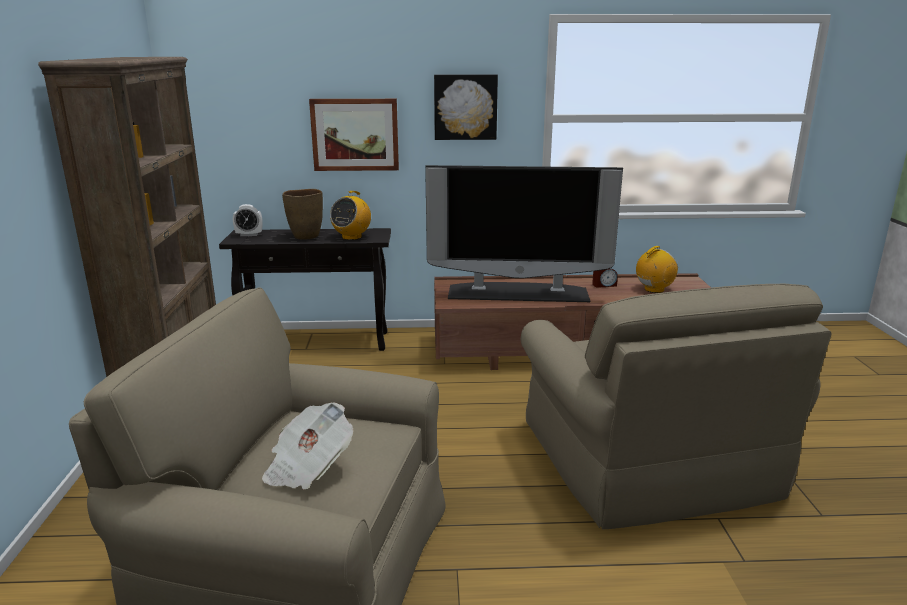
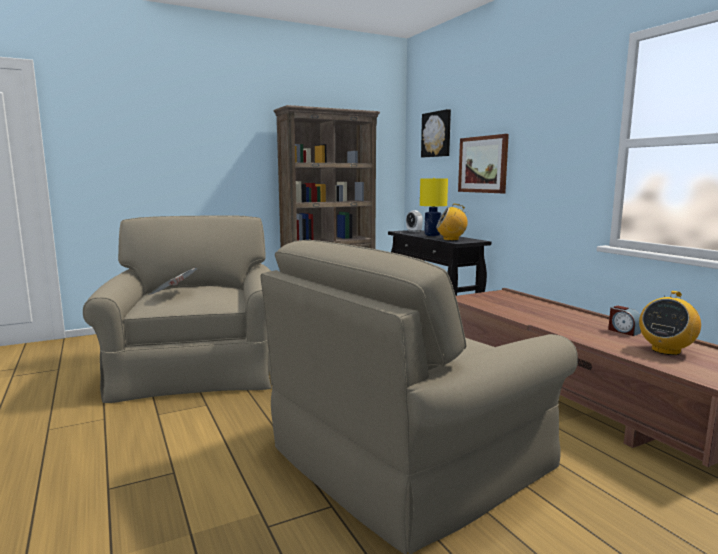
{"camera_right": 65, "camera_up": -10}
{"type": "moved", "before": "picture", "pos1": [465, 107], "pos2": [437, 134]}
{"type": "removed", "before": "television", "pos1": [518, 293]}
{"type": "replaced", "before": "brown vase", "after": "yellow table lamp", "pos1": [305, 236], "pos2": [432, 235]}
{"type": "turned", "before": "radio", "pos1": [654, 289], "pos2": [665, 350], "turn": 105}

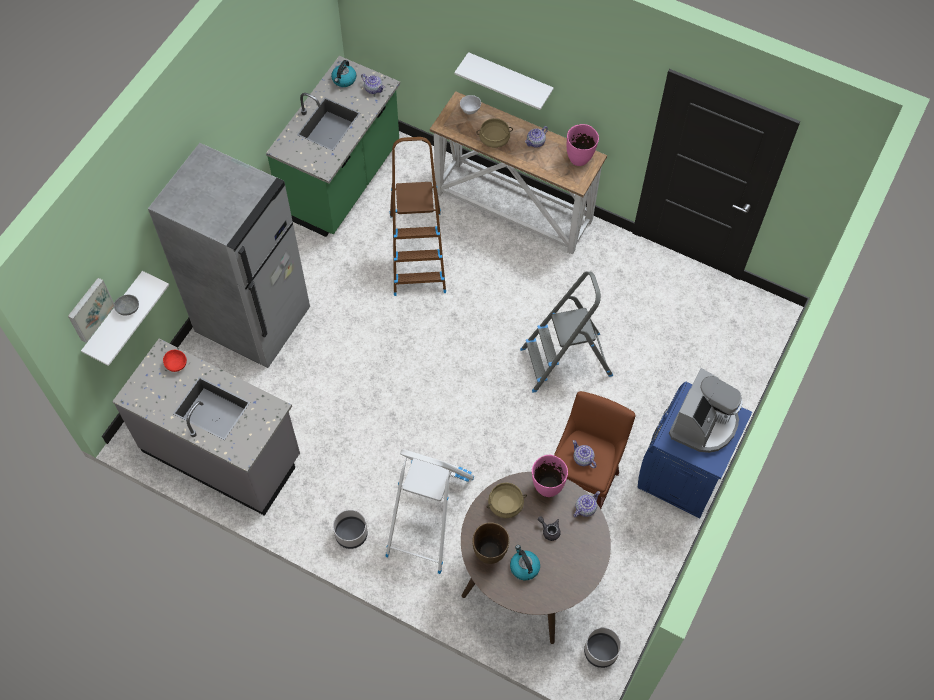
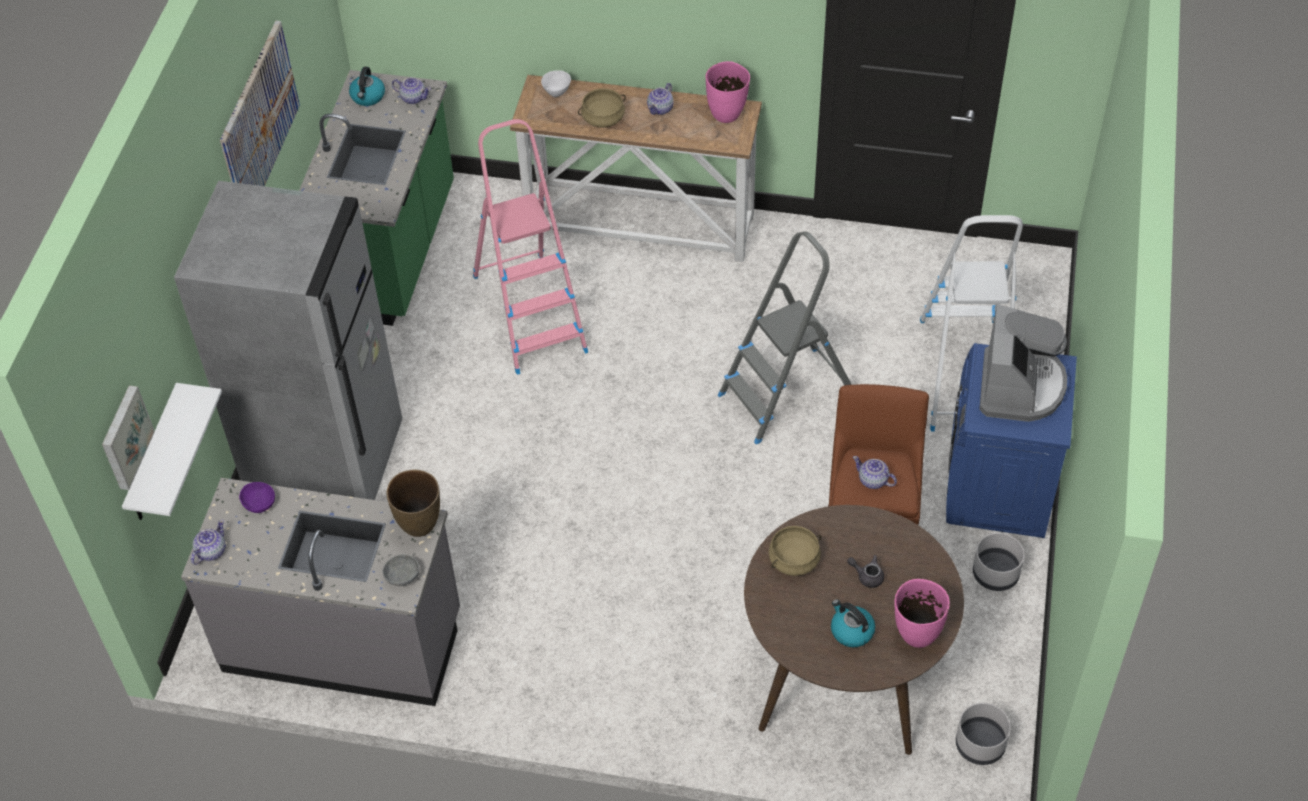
{"camera_right": -15, "camera_up": -10}
{"type": "removed", "before": "white shelf", "pos1": [510, 79]}
{"type": "recoloured", "before": "brown step ladder", "after": "pink step ladder", "pos1": [417, 253], "pos2": [530, 313]}
{"type": "moved", "before": "grey bowl", "pos1": [128, 308], "pos2": [402, 576]}
{"type": "recoloured", "before": "red bowl", "after": "purple bowl", "pos1": [176, 364], "pos2": [259, 503]}
{"type": "moved", "before": "white step ladder", "pos1": [430, 514], "pos2": [963, 372]}
{"type": "moved", "before": "pink vase", "pos1": [547, 487], "pos2": [916, 634]}
{"type": "moved", "before": "teapot", "pos1": [585, 508], "pos2": [210, 551]}
{"type": "moved", "before": "grey planter", "pos1": [351, 534], "pos2": [996, 574]}
{"type": "moved", "before": "brown vase", "pos1": [490, 554], "pos2": [420, 525]}
{"type": "added", "after": "picture", "pos2": [259, 121]}

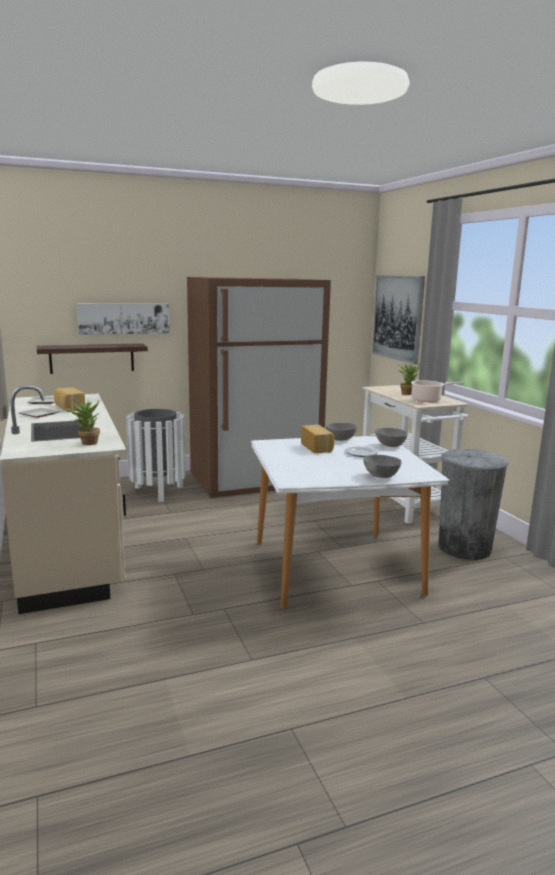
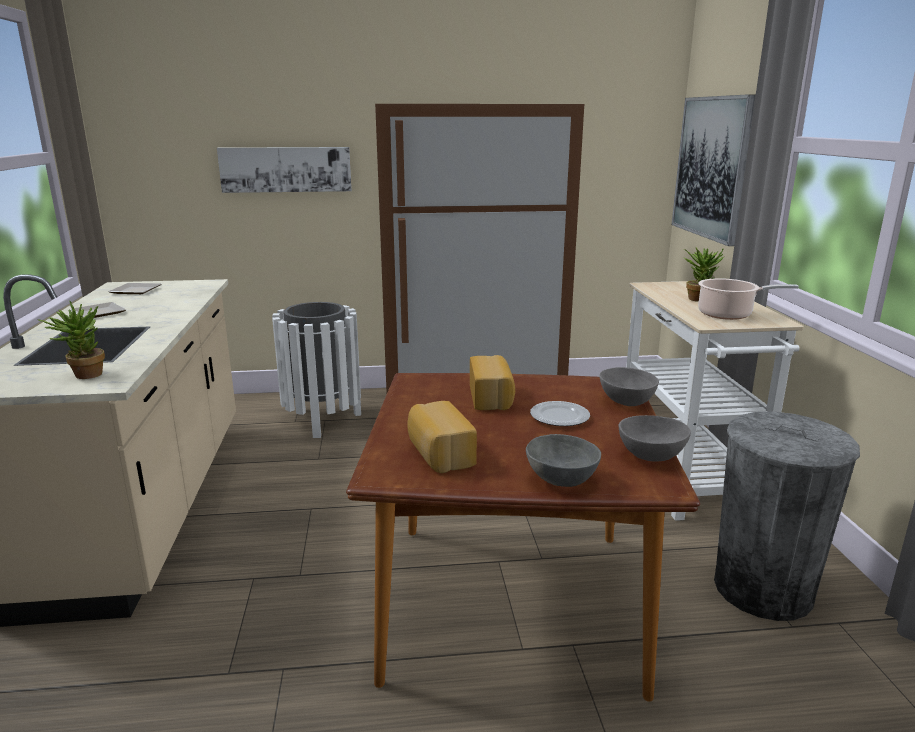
{"camera_right": 15, "camera_up": 5}
{"type": "removed", "before": "shelf", "pos1": [92, 358]}
{"type": "moved", "before": "bread", "pos1": [69, 408], "pos2": [439, 454]}
{"type": "moved", "before": "grey bowl", "pos1": [341, 439], "pos2": [652, 456]}
{"type": "recoloured", "before": "white dining table", "after": "brown dining table", "pos1": [336, 568], "pos2": [512, 603]}

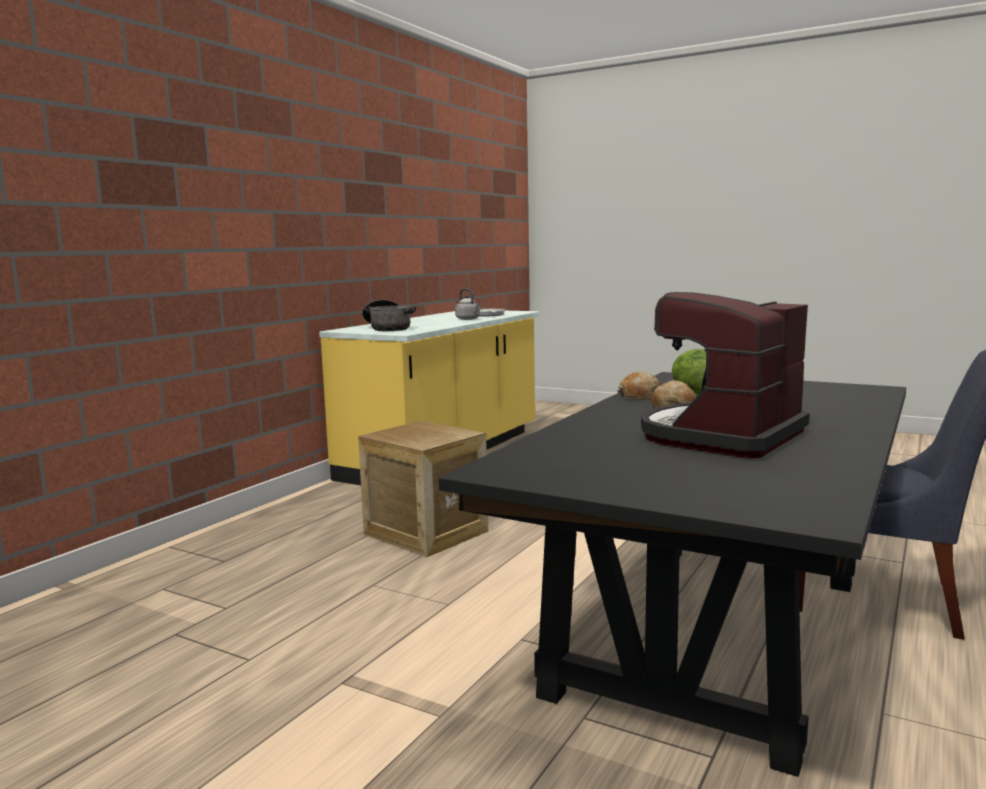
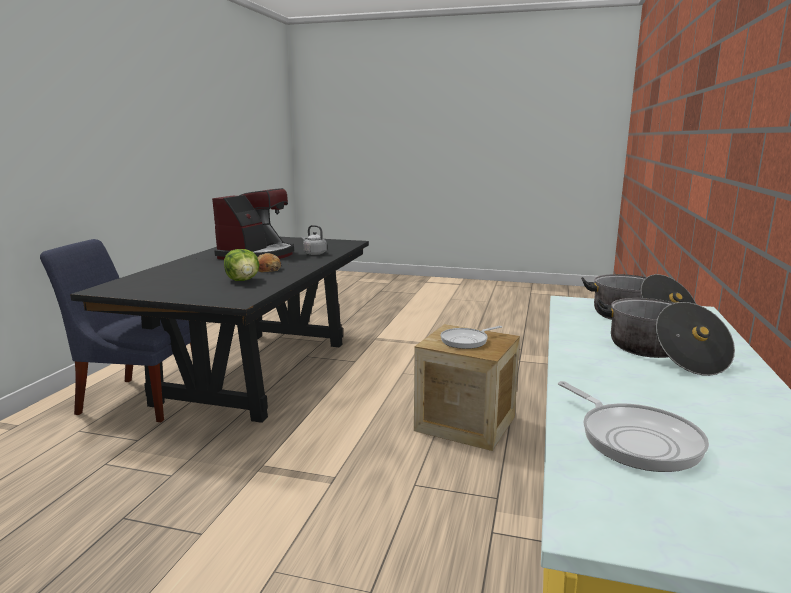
{"camera_right": 165, "camera_up": 5}
{"type": "moved", "before": "grey kettle", "pos1": [468, 319], "pos2": [314, 253]}
{"type": "removed", "before": "bread", "pos1": [640, 396]}
{"type": "added", "after": "cooking pot", "pos2": [661, 353]}
{"type": "added", "after": "frying pan", "pos2": [466, 341]}

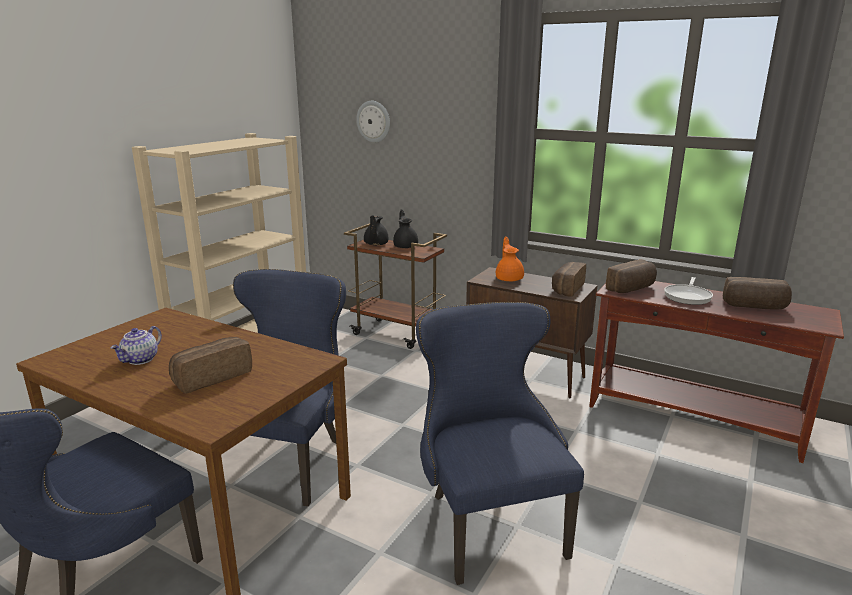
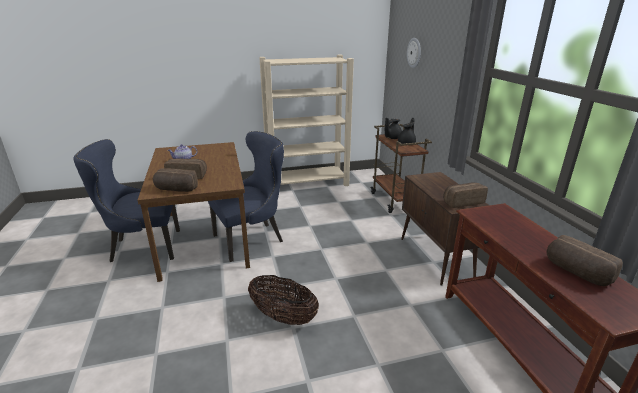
{"camera_right": 45, "camera_up": 5}
{"type": "removed", "before": "orange teapot", "pos1": [509, 278]}
{"type": "moved", "before": "bread", "pos1": [632, 289], "pos2": [175, 189]}
{"type": "removed", "before": "frying pan", "pos1": [688, 296]}
{"type": "replaced", "before": "blue chair", "after": "basket", "pos1": [489, 523], "pos2": [283, 317]}

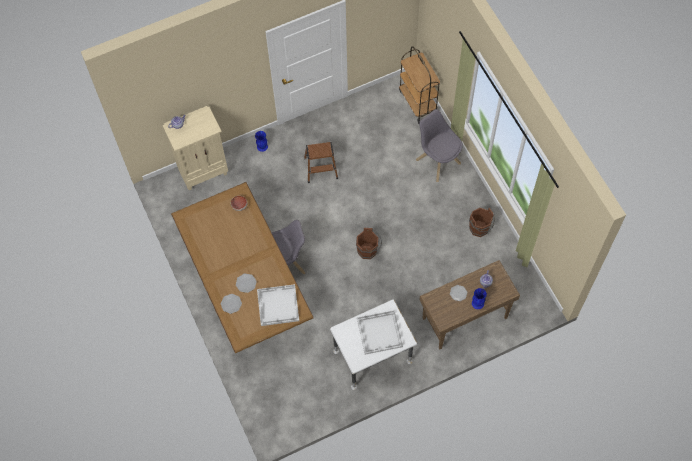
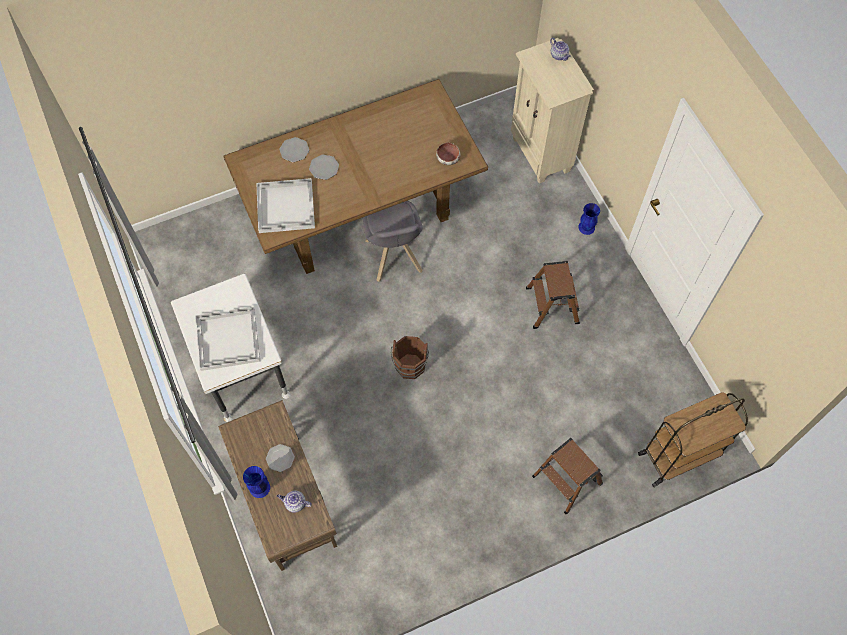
{"camera_right": 90, "camera_up": 0}
{"type": "replaced", "before": "grey chair", "after": "brown step ladder", "pos1": [437, 161], "pos2": [567, 480]}
{"type": "removed", "before": "brown bucket", "pos1": [479, 229]}

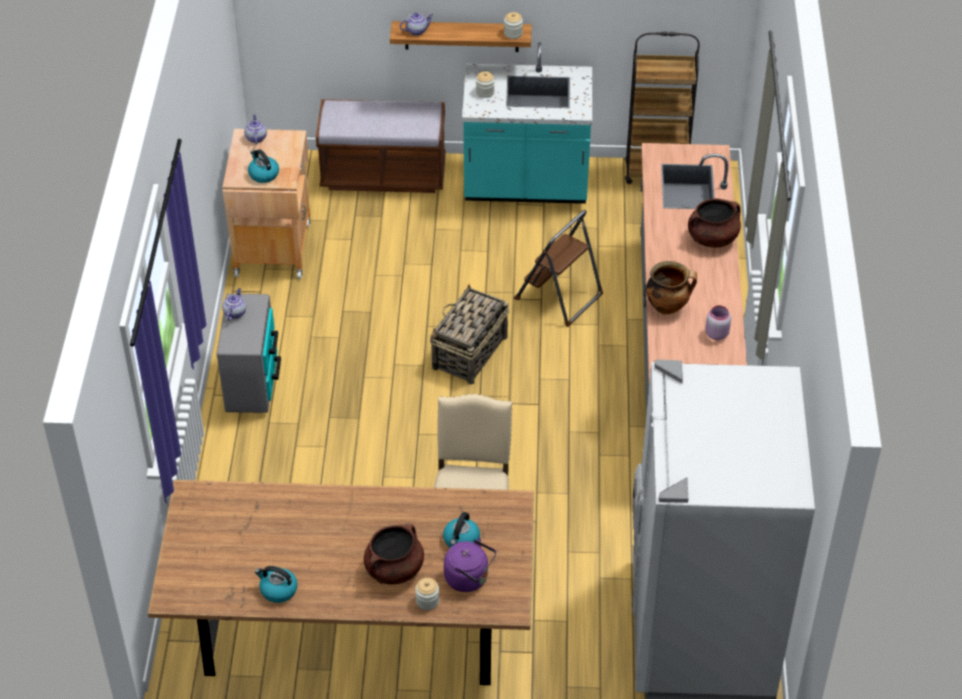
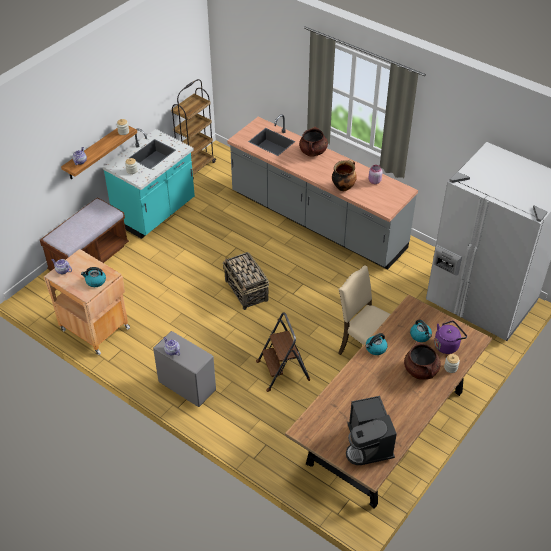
{"camera_right": -55, "camera_up": 0}
{"type": "moved", "before": "brown step ladder", "pos1": [561, 297], "pos2": [285, 370]}
{"type": "moved", "before": "kettle", "pos1": [278, 590], "pos2": [375, 348]}
{"type": "added", "after": "coffee machine", "pos2": [368, 444]}

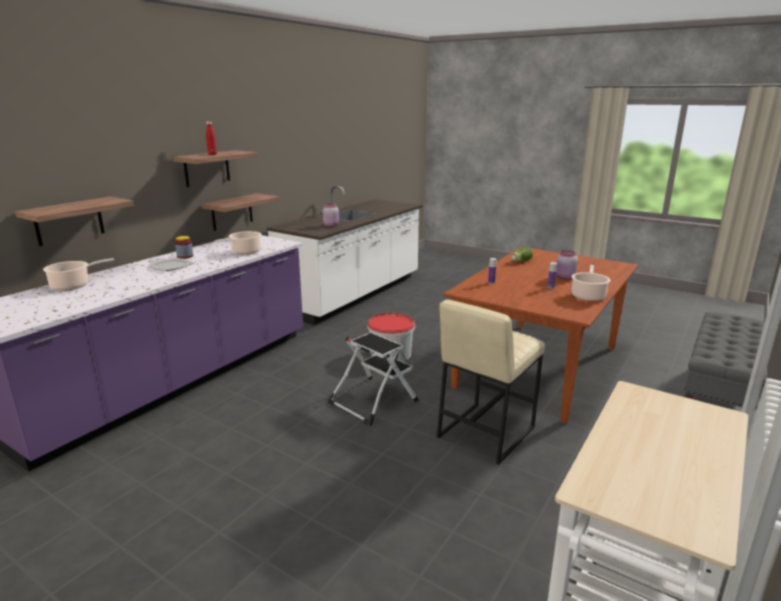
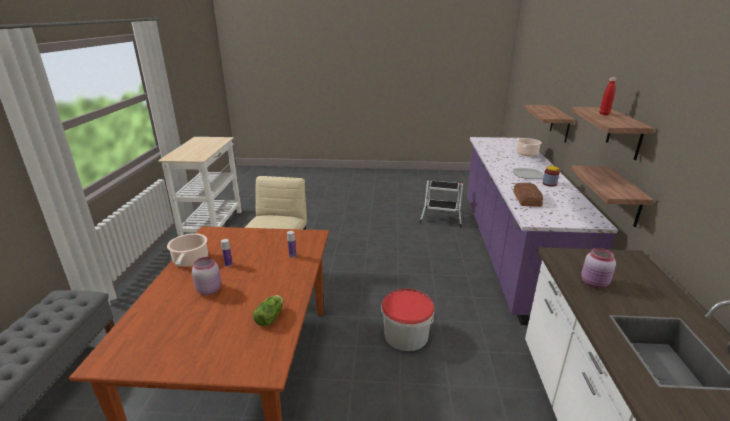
{"camera_right": 150, "camera_up": 5}
{"type": "replaced", "before": "cooking pot", "after": "bread", "pos1": [244, 252], "pos2": [527, 199]}
{"type": "moved", "before": "step ladder", "pos1": [373, 400], "pos2": [441, 217]}

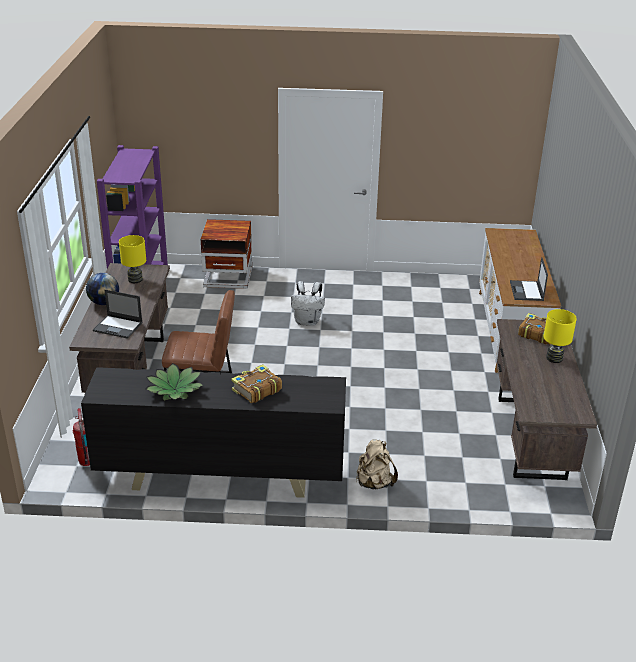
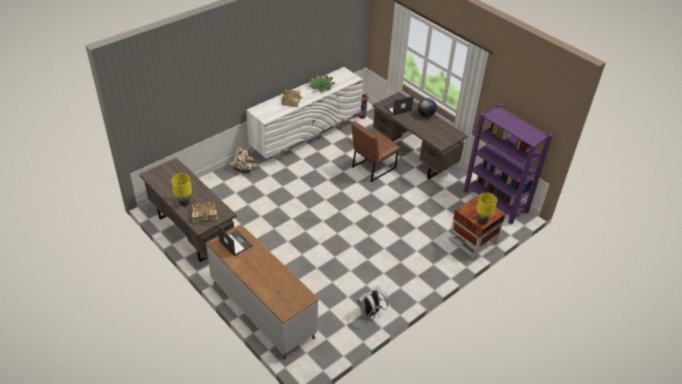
{"camera_right": 135, "camera_up": 10}
{"type": "moved", "before": "yellow table lamp", "pos1": [135, 280], "pos2": [482, 221]}
{"type": "moved", "before": "white backpack", "pos1": [308, 321], "pos2": [370, 313]}
{"type": "recoloured", "before": "black cabinet", "after": "white cabinet", "pos1": [220, 477], "pos2": [306, 137]}

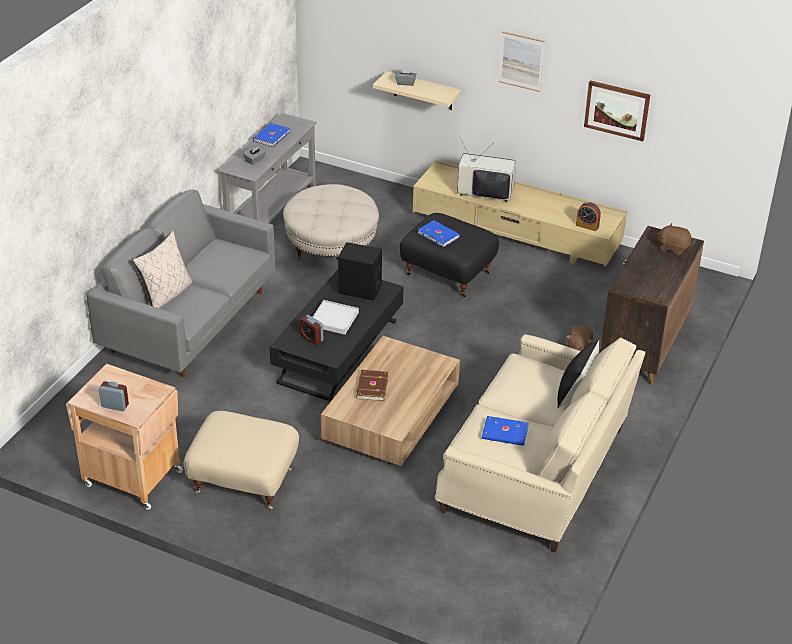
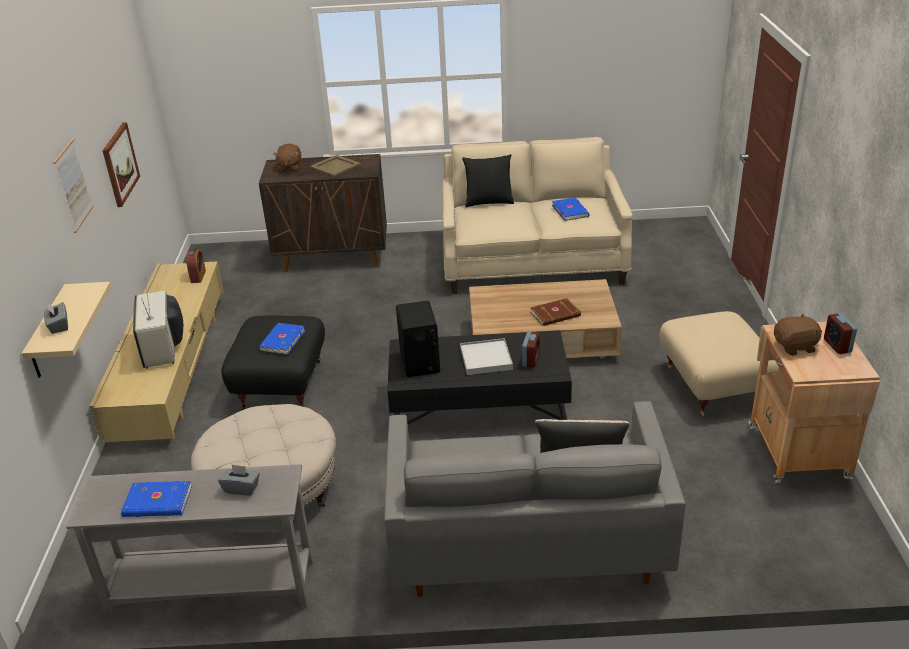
{"camera_right": -115, "camera_up": -5}
{"type": "moved", "before": "brown plush toy", "pos1": [578, 348], "pos2": [795, 347]}
{"type": "added", "after": "beige tray", "pos2": [336, 166]}

